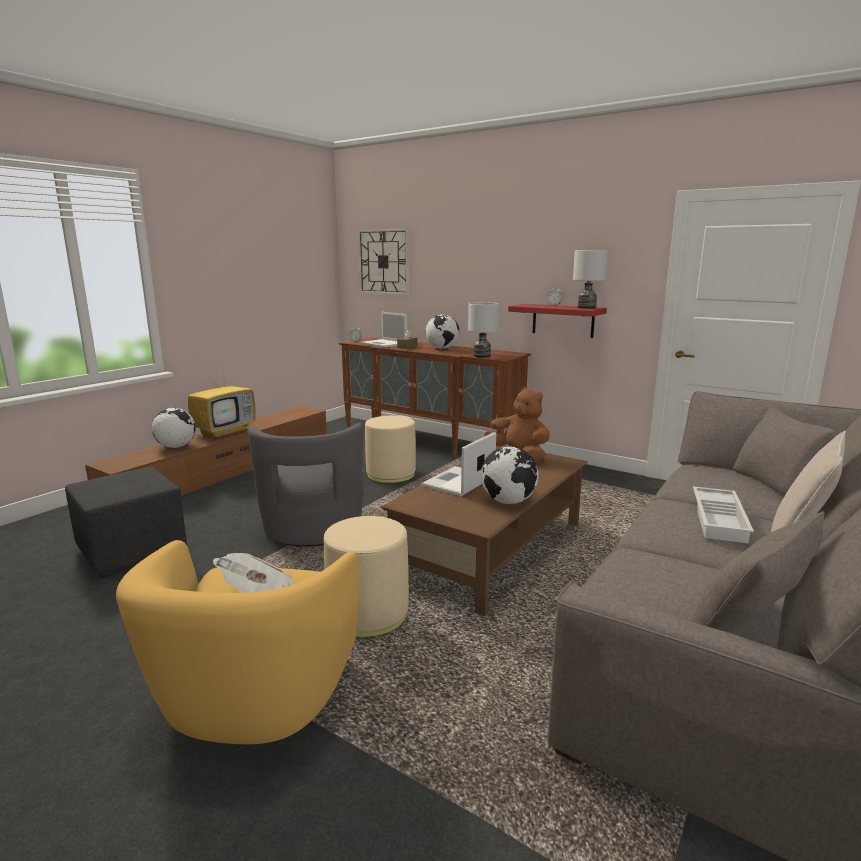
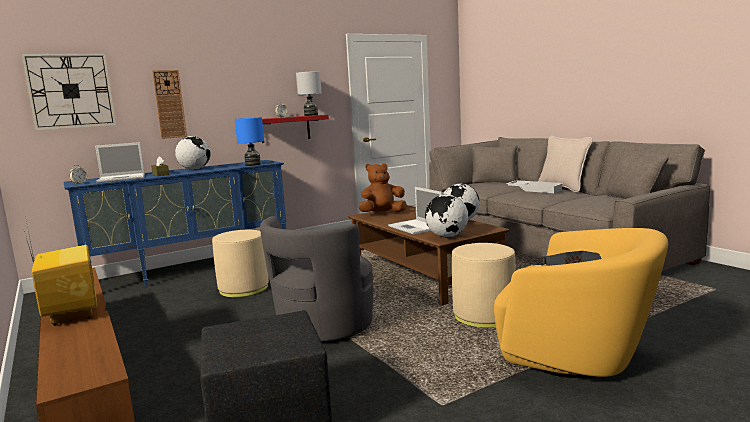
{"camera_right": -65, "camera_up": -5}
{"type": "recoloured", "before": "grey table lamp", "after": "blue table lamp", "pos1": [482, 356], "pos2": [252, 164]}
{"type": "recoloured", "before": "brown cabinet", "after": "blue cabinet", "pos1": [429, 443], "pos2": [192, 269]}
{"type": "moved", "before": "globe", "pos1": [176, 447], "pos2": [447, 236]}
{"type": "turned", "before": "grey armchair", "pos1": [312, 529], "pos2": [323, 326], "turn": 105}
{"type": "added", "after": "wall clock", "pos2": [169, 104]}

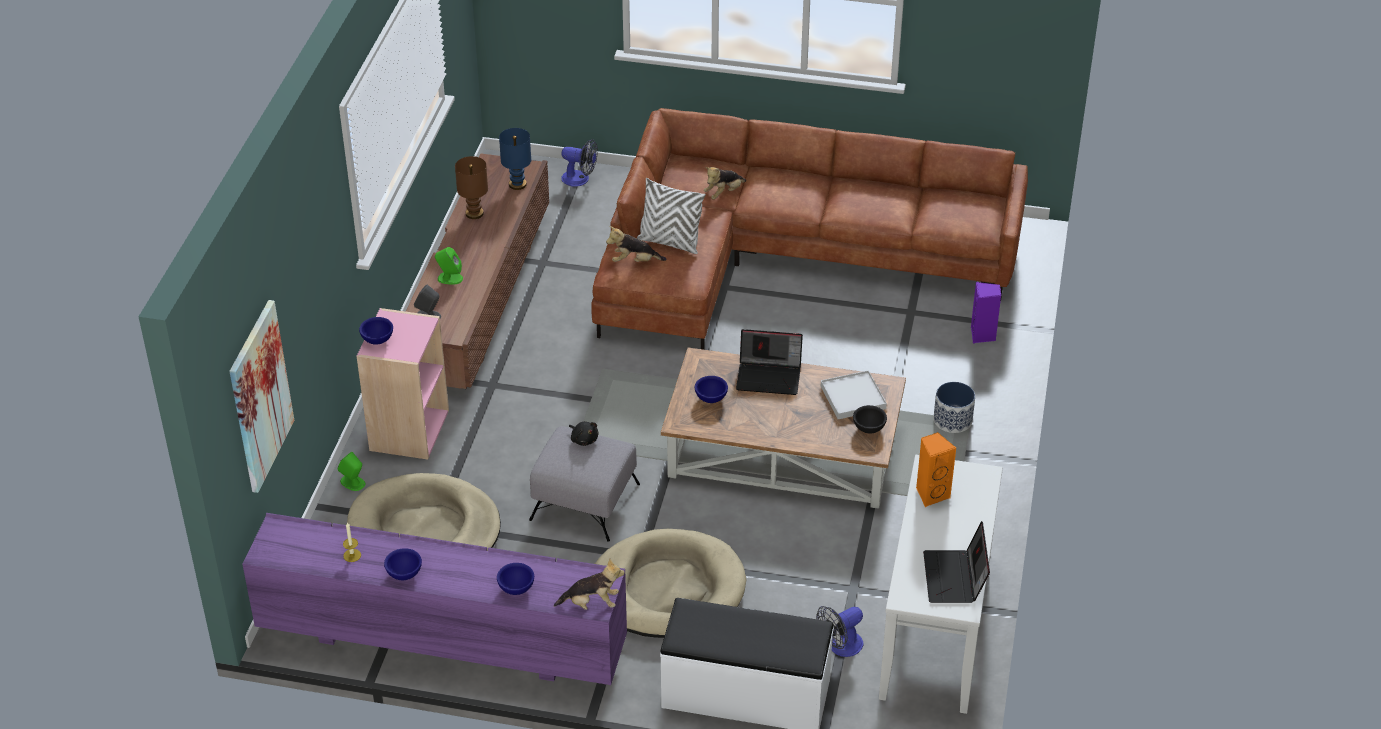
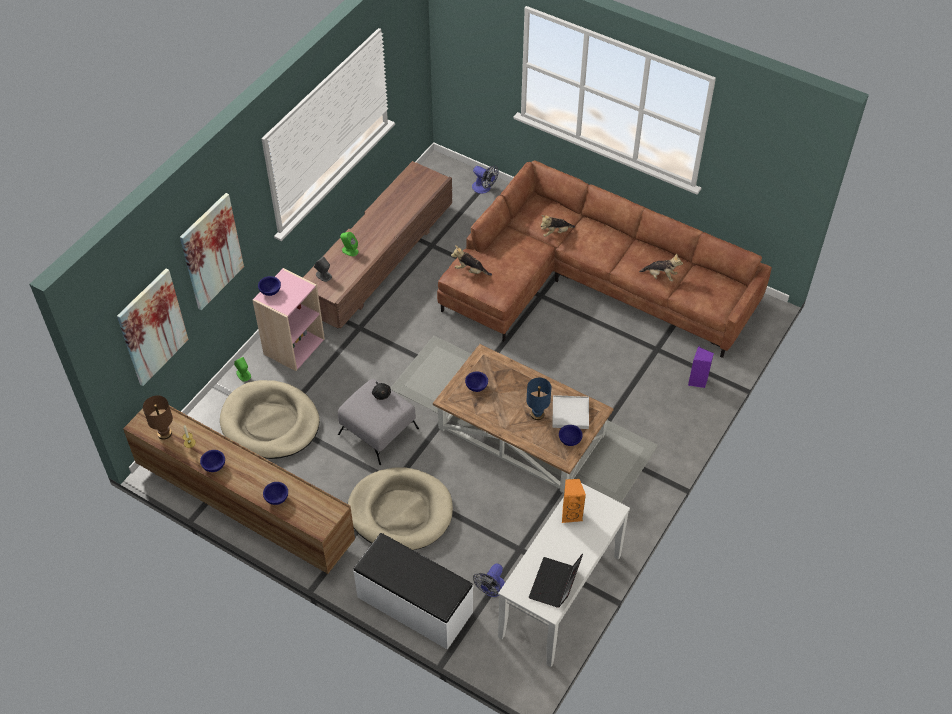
{"camera_right": 20, "camera_up": 10}
{"type": "moved", "before": "blue table lamp", "pos1": [518, 184], "pos2": [537, 414]}
{"type": "moved", "before": "brown table lamp", "pos1": [475, 213], "pos2": [165, 433]}
{"type": "removed", "before": "white pillow", "pos1": [670, 242]}
{"type": "removed", "before": "laptop", "pos1": [769, 376]}
{"type": "removed", "before": "planter", "pos1": [952, 420]}
{"type": "recoloured", "before": "black bowl", "after": "blue bowl", "pos1": [869, 428], "pos2": [570, 440]}
{"type": "recoloured", "before": "purple cabinet", "after": "brown cabinet", "pos1": [442, 645], "pos2": [245, 508]}
{"type": "moved", "before": "plush toy", "pos1": [591, 603], "pos2": [660, 276]}
{"type": "turned", "before": "fan", "pos1": [840, 647], "pos2": [491, 590], "turn": -45}
{"type": "added", "after": "picture", "pos2": [211, 251]}

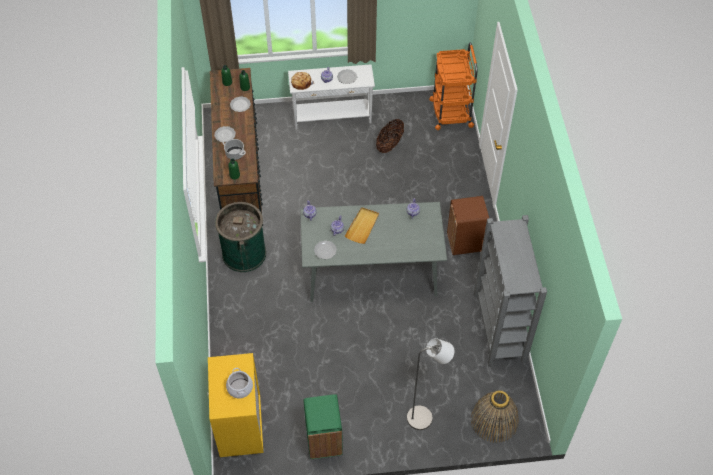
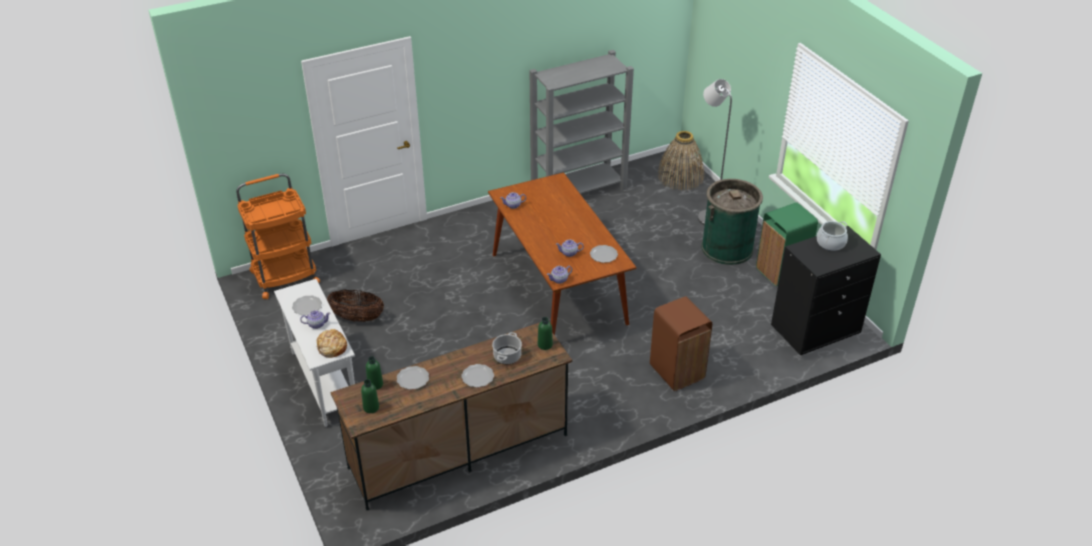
{"camera_right": -110, "camera_up": -15}
{"type": "moved", "before": "brown trash can", "pos1": [464, 242], "pos2": [676, 372]}
{"type": "moved", "before": "green trash can", "pos1": [244, 253], "pos2": [727, 248]}
{"type": "recoloured", "before": "grey dining table", "after": "brown dining table", "pos1": [371, 270], "pos2": [559, 288]}
{"type": "removed", "before": "beige tray", "pos1": [362, 226]}
{"type": "recoloured", "before": "yellow cabinet", "after": "black cabinet", "pos1": [240, 427], "pos2": [814, 334]}

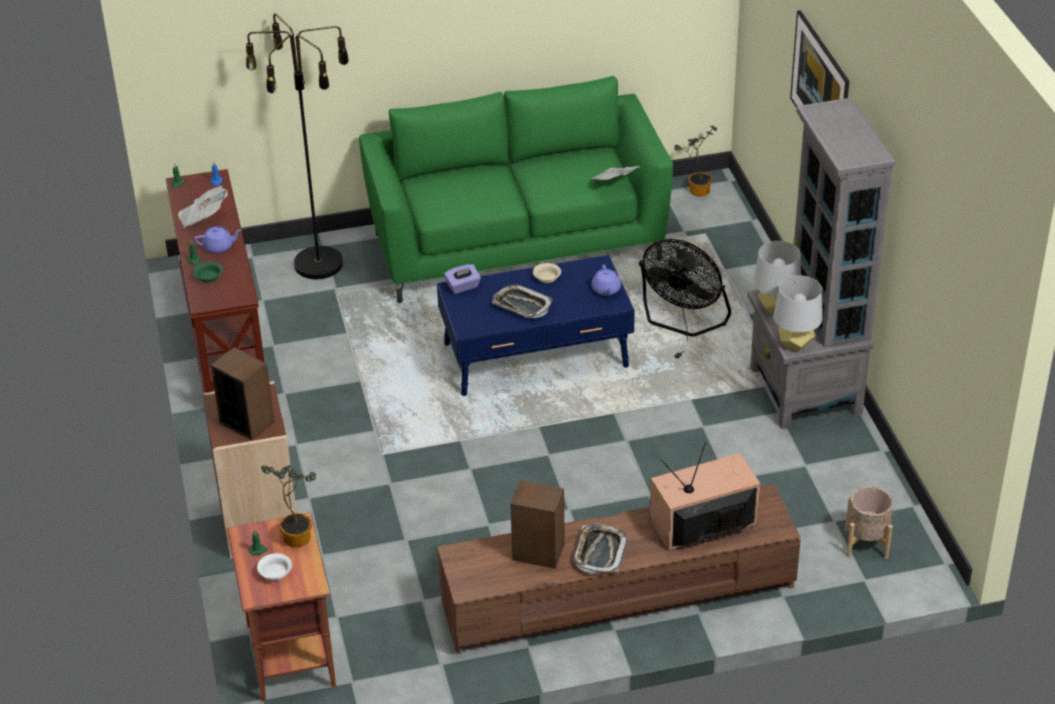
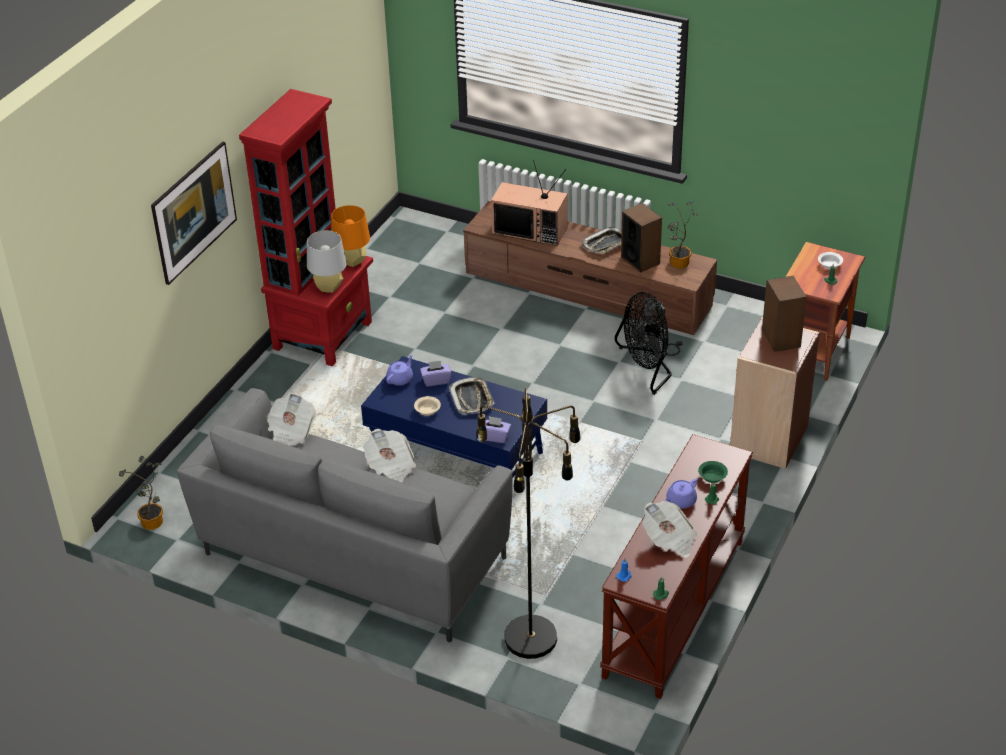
{"camera_right": -140, "camera_up": 0}
{"type": "recoloured", "before": "green sofa", "after": "grey sofa", "pos1": [517, 245], "pos2": [353, 558]}
{"type": "recoloured", "before": "grey cabinet", "after": "red cabinet", "pos1": [803, 391], "pos2": [324, 335]}
{"type": "turned", "before": "purple teapot", "pos1": [219, 247], "pos2": [680, 501], "turn": -75}
{"type": "moved", "before": "black fan", "pos1": [679, 324], "pos2": [650, 364]}
{"type": "recoloured", "before": "grey table lamp", "after": "orange table lamp", "pos1": [795, 344], "pos2": [352, 261]}
{"type": "moved", "before": "potted plant", "pos1": [297, 534], "pos2": [678, 264]}
{"type": "removed", "before": "beige planter", "pos1": [866, 543]}
{"type": "added", "after": "purple tissue box", "pos2": [436, 380]}
{"type": "added", "after": "newspaper", "pos2": [390, 466]}

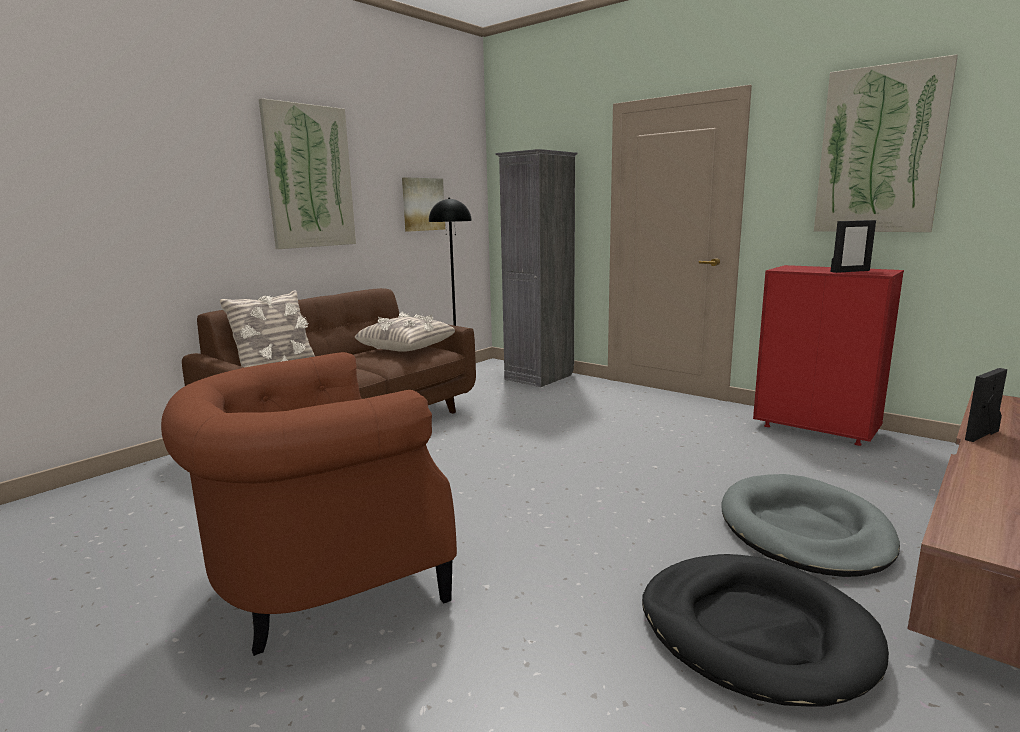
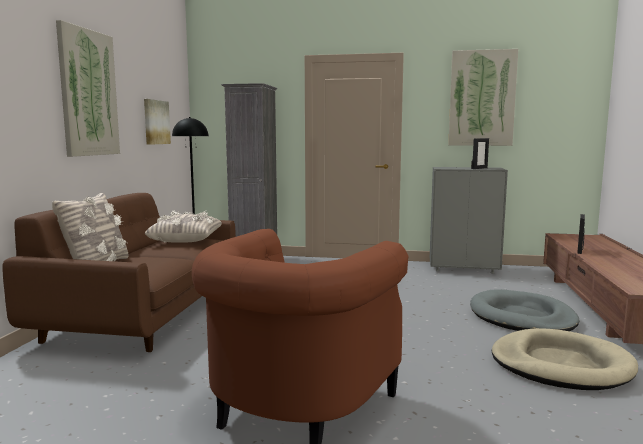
{"camera_right": -30, "camera_up": -5}
{"type": "recoloured", "before": "red cabinet", "after": "grey cabinet", "pos1": [817, 429], "pos2": [464, 268]}
{"type": "recoloured", "before": "black dog bed", "after": "beige dog bed", "pos1": [755, 632], "pos2": [560, 365]}

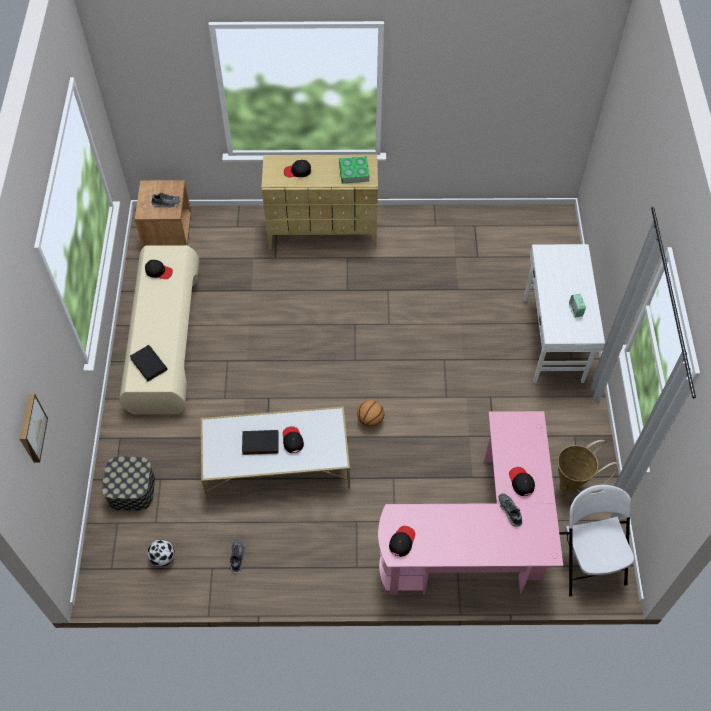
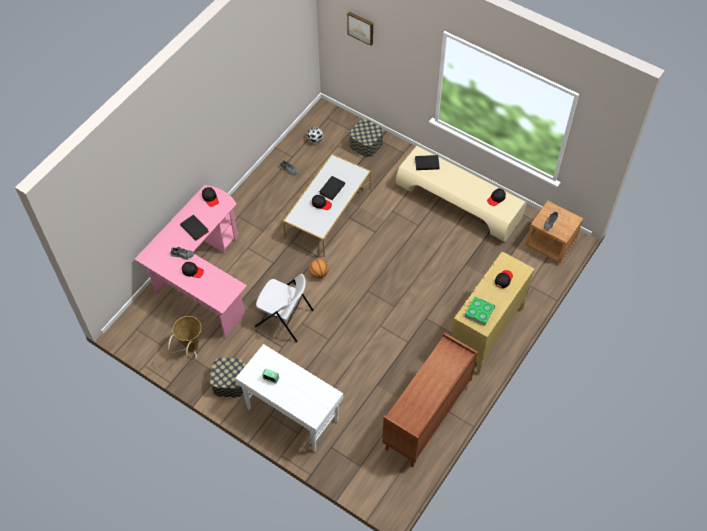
{"camera_right": 125, "camera_up": 0}
{"type": "moved", "before": "white chair", "pos1": [587, 558], "pos2": [284, 318]}
{"type": "added", "after": "black book", "pos2": [195, 228]}
{"type": "added", "after": "brown cabinet", "pos2": [426, 419]}
{"type": "added", "after": "storage box", "pos2": [229, 382]}

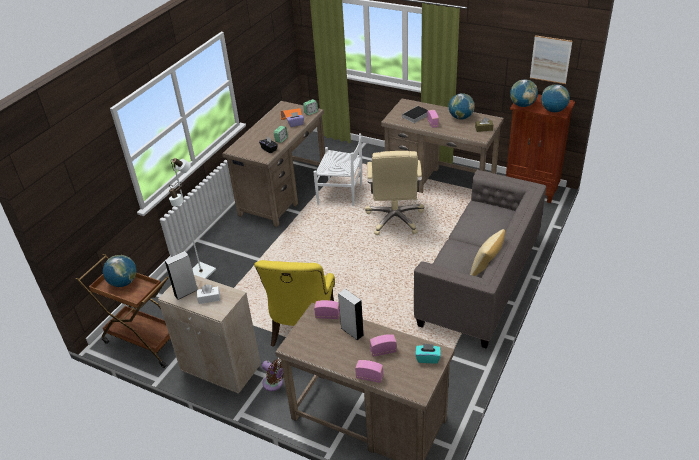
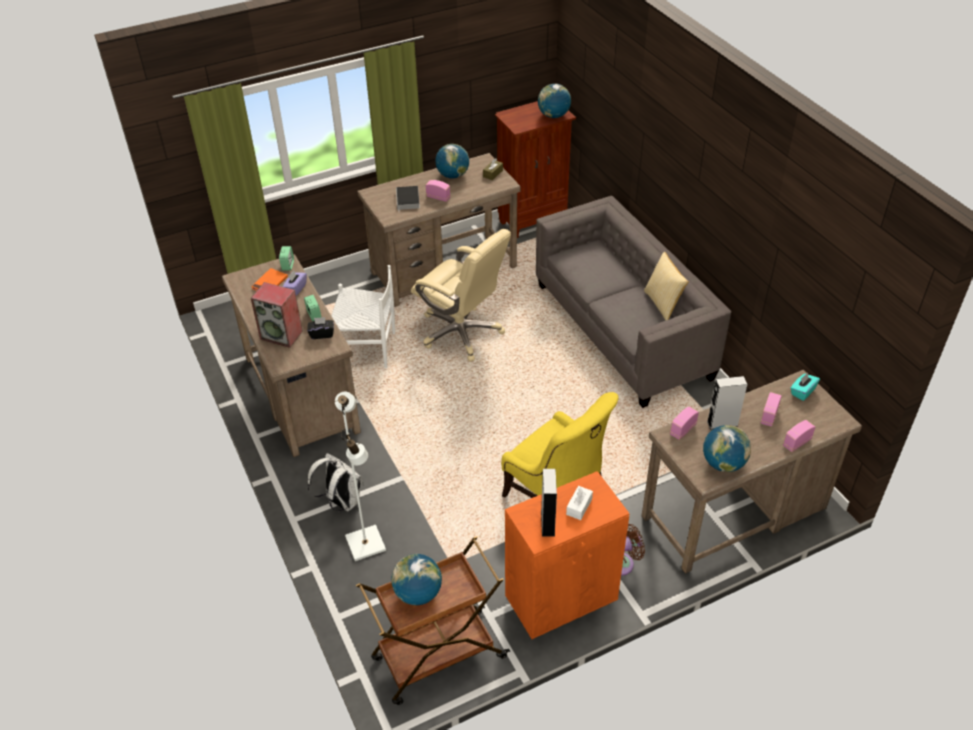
{"camera_right": -55, "camera_up": 5}
{"type": "removed", "before": "picture", "pos1": [550, 59]}
{"type": "moved", "before": "globe", "pos1": [522, 105], "pos2": [723, 464]}
{"type": "turned", "before": "white chair", "pos1": [341, 193], "pos2": [366, 349], "turn": 45}
{"type": "recoloured", "before": "beige cabinet", "after": "orange cabinet", "pos1": [220, 371], "pos2": [560, 603]}
{"type": "added", "after": "speaker", "pos2": [282, 335]}
{"type": "added", "after": "white backpack", "pos2": [341, 502]}

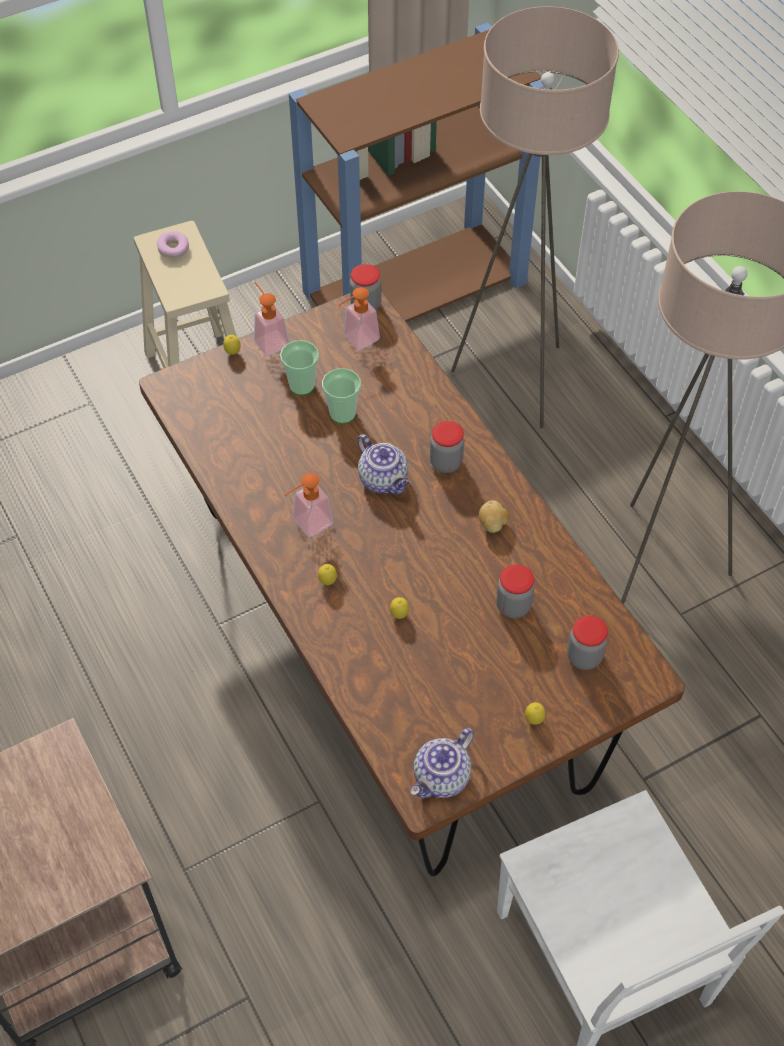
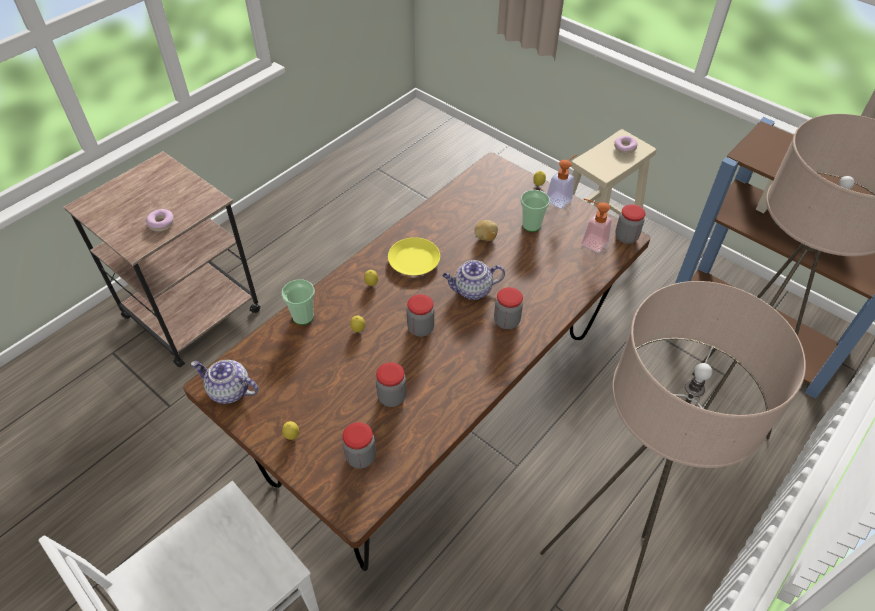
{"camera_right": 70, "camera_up": -5}
{"type": "moved", "before": "cup", "pos1": [342, 413], "pos2": [303, 316]}
{"type": "turned", "before": "teapot", "pos1": [384, 480], "pos2": [472, 290], "turn": 45}
{"type": "replaced", "before": "soap dispenser", "after": "yellow plate", "pos1": [307, 525], "pos2": [414, 261]}
{"type": "moved", "before": "potato", "pos1": [493, 525], "pos2": [485, 238]}
{"type": "added", "after": "donut", "pos2": [161, 223]}
{"type": "added", "after": "jar", "pos2": [420, 328]}

